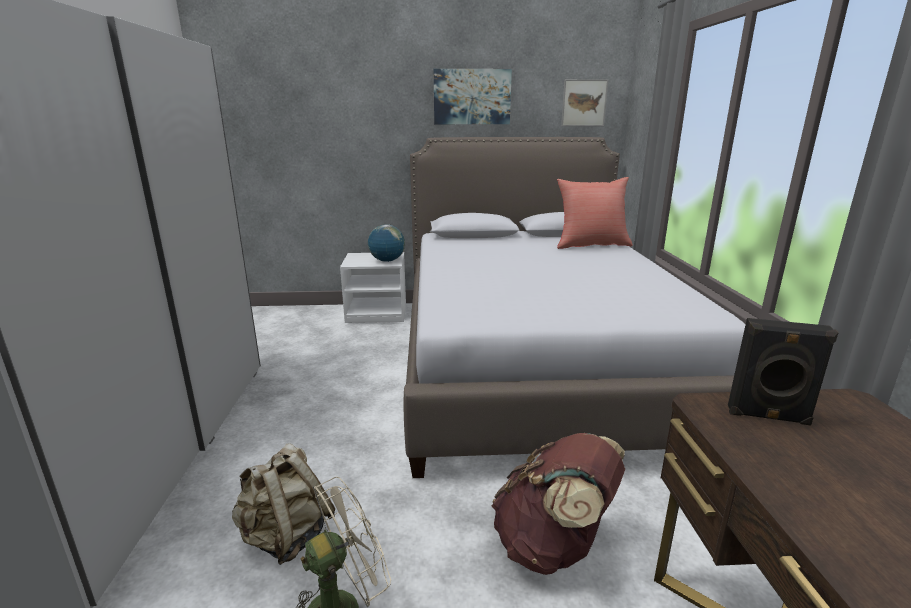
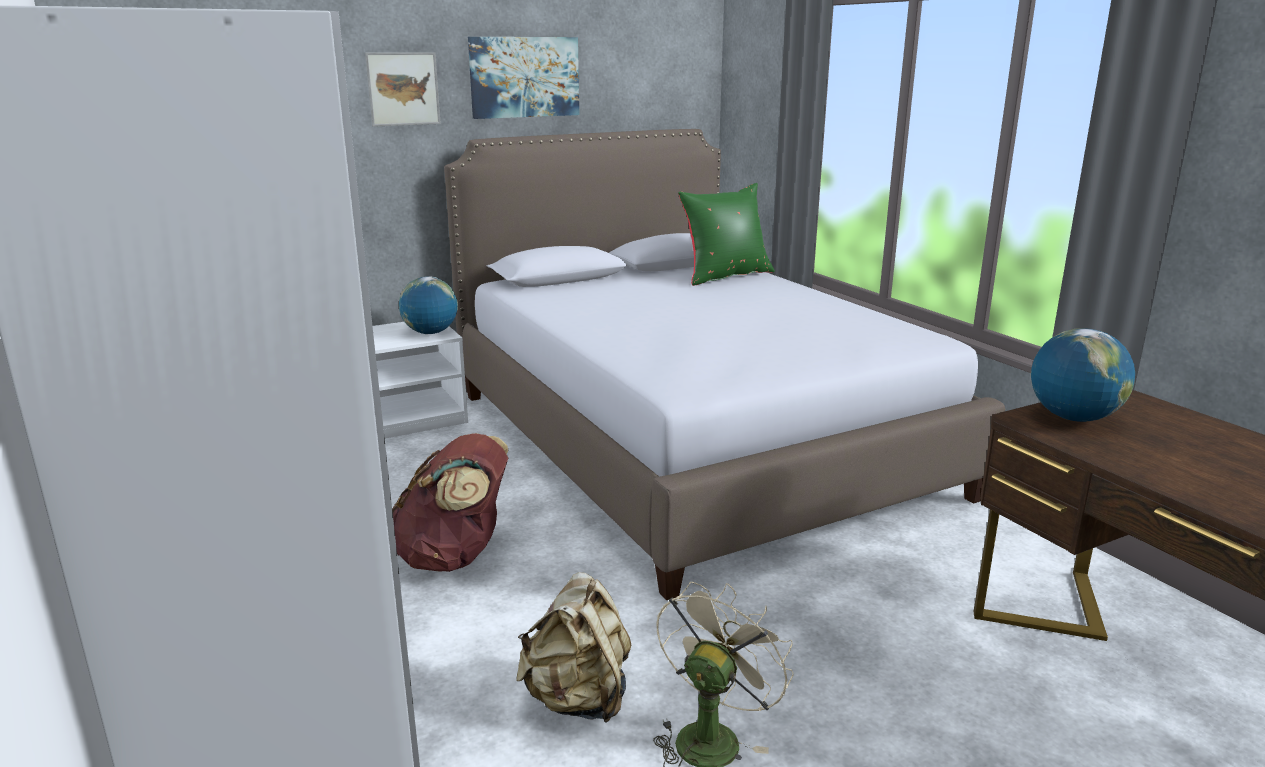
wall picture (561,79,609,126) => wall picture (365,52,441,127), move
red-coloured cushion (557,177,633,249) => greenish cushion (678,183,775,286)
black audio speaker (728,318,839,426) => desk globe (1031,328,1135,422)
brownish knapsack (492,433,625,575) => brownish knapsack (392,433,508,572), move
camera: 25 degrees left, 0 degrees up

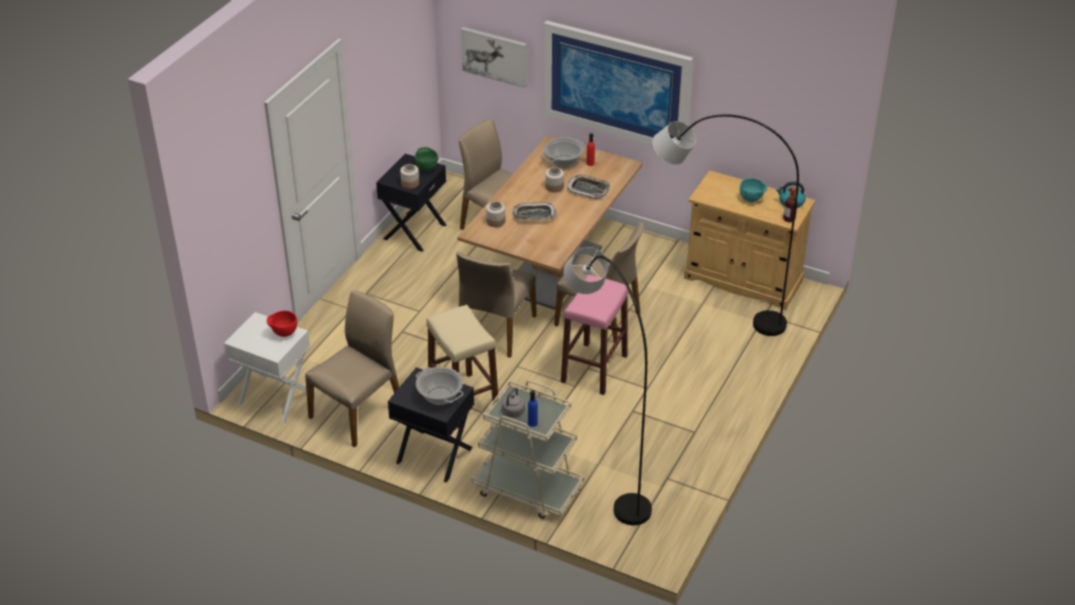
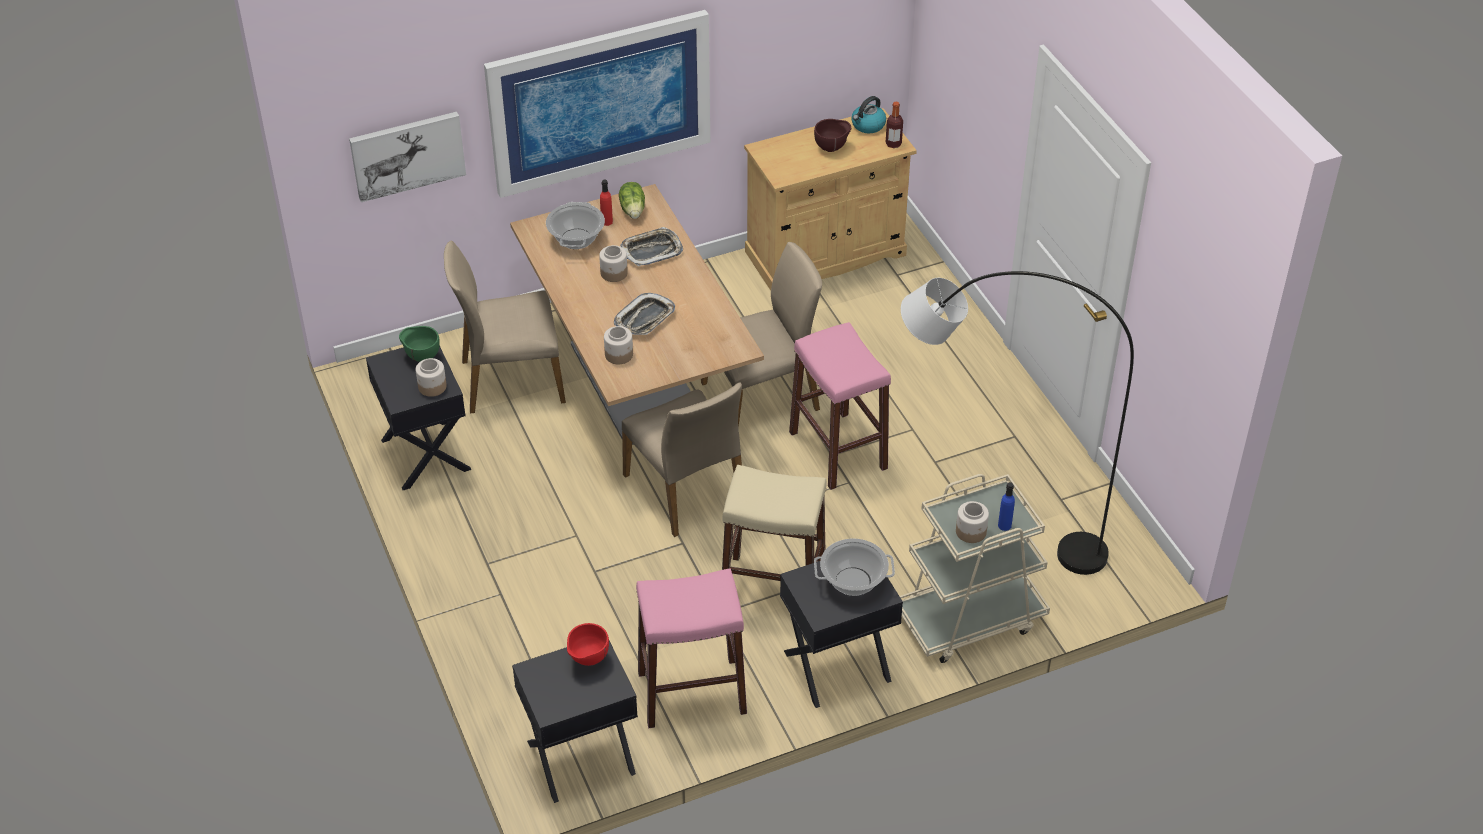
grey floor lamp (652,114,799,336) => nothing
turquoise deep dish (740,178,767,202) => brownish deep dish (814,119,851,152)
sand-coloured chair (305,290,399,447) => pink stool (636,568,747,728)
whitish nightstand (224,312,310,422) => black nightstand (512,640,638,803)
grey kettle (501,388,525,418) => jar (956,501,989,543)
nothing => lettuce (619,182,645,219)
camera: 50 degrees left, 5 degrees up

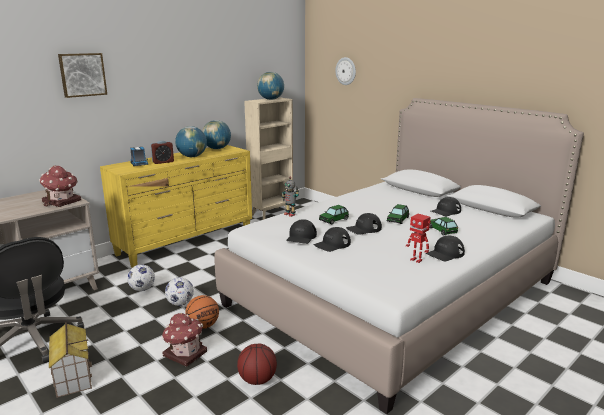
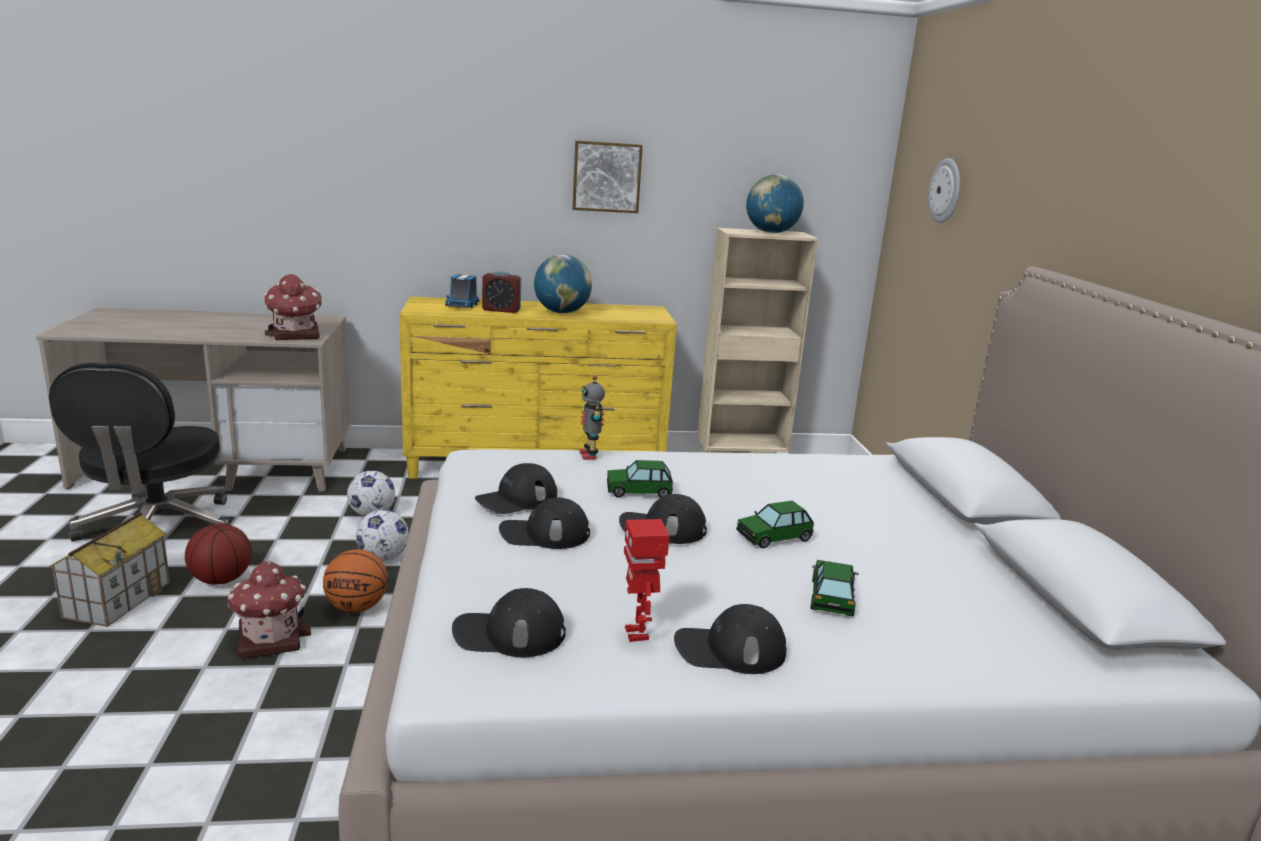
wall picture (58,53,107,98) => wall picture (573,140,643,213), move
desk globe (202,120,231,149) => nothing
black peaked cap (431,197,461,216) => black peaked cap (452,588,566,657), move
basketball (237,344,277,385) => basketball (185,524,252,585), move
camera: 35 degrees right, 0 degrees up

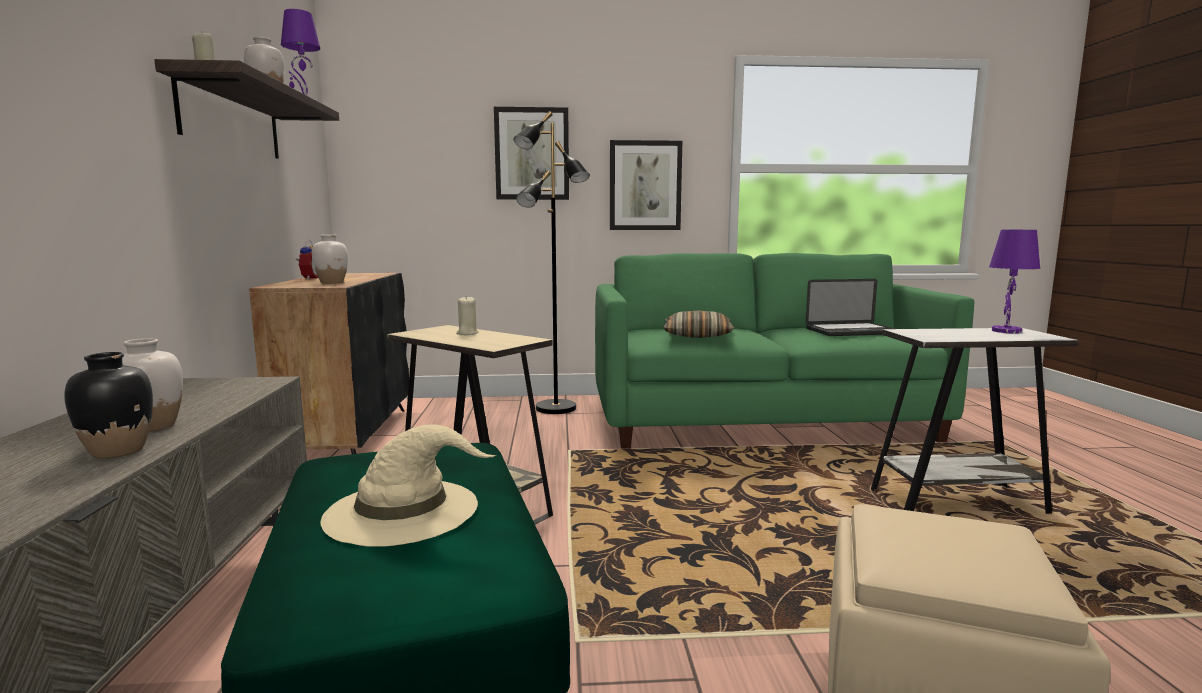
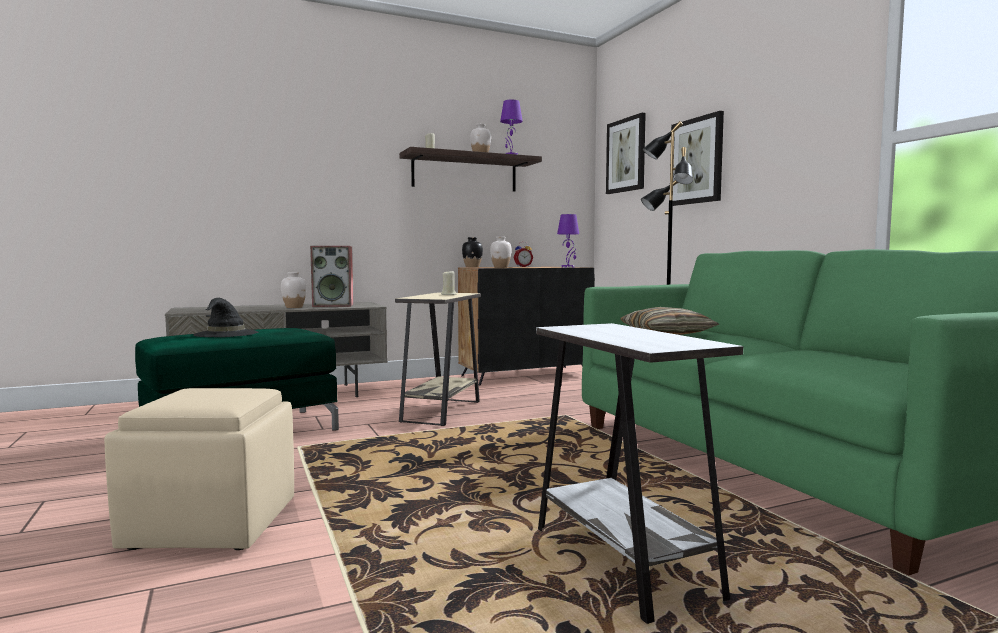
wall picture (610,140,682,230) => wall picture (606,113,646,194), move
purple-coloured lamp for a table (989,230,1040,334) => purple-coloured lamp for a table (557,214,579,267), move
portable computer (805,279,895,336) => nothing
black vase (64,352,153,458) => black vase (462,237,483,267), move
sand-coloured clothing hat (320,424,496,547) => black clothing hat (193,298,258,337)
nothing => audio speaker (310,246,354,307)
camera: 70 degrees right, 5 degrees down

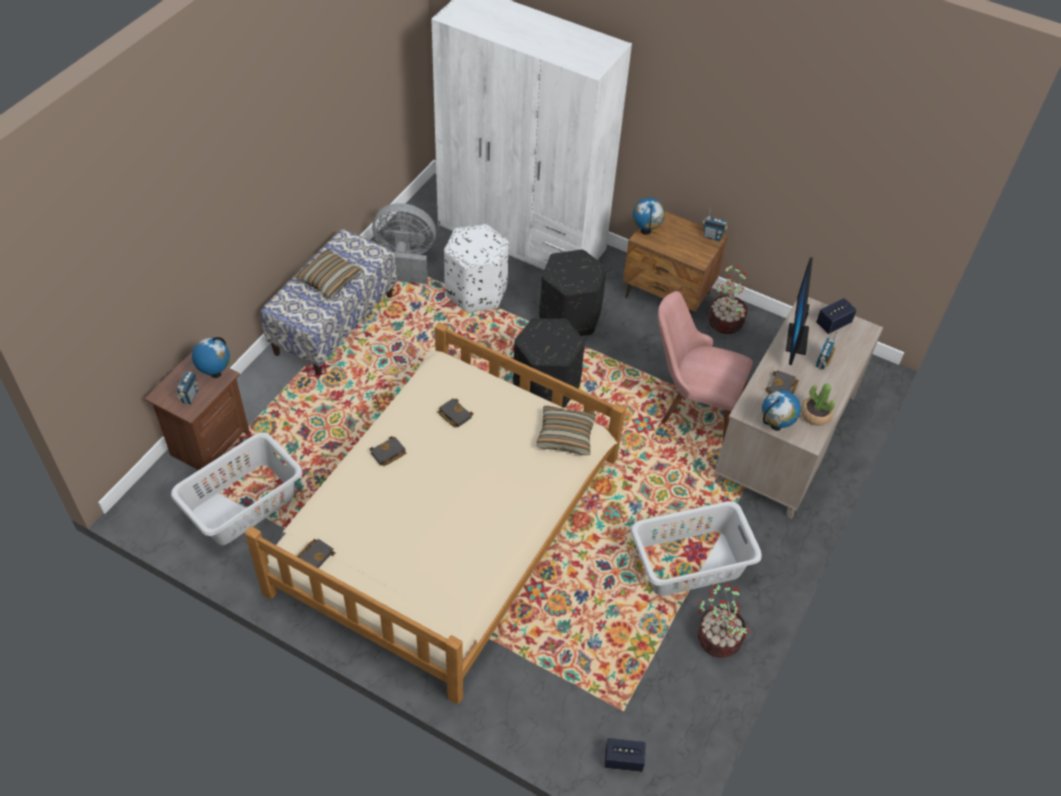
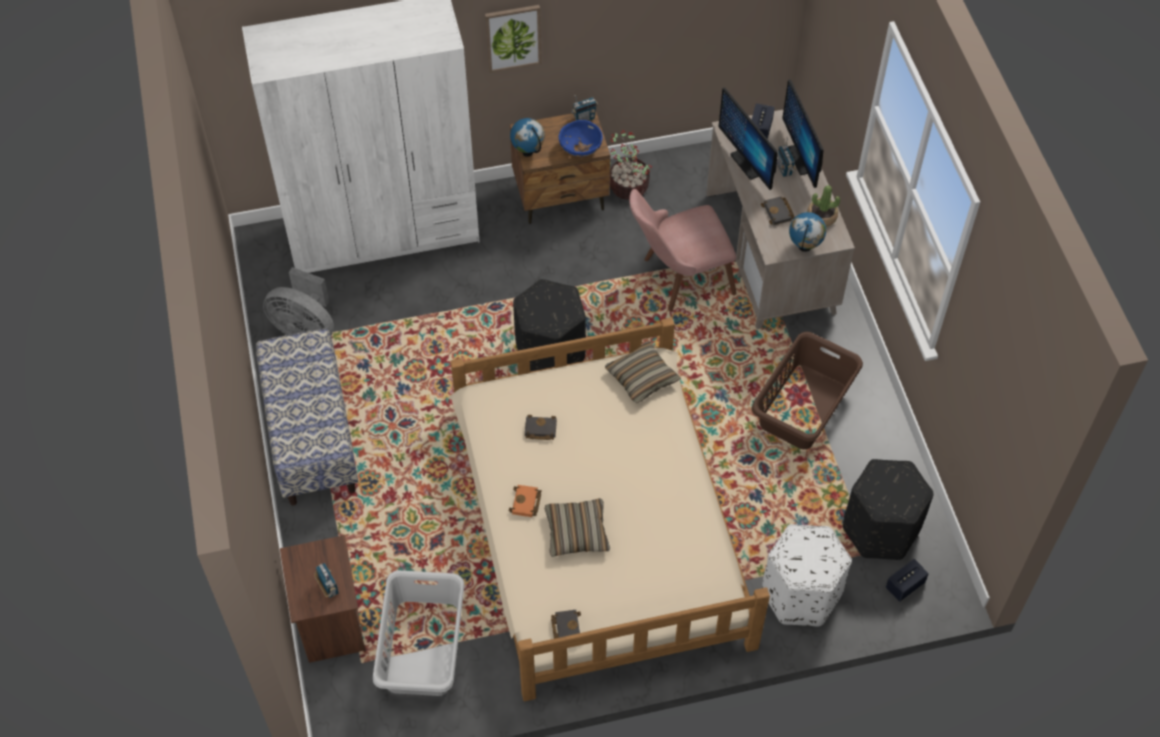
grey electric fan (372,203,436,284) => grey electric fan (263,267,334,335), 120 degrees counterclockwise
whitish ottoman (444,224,509,312) => whitish ottoman (762,524,852,626), move
cushion (294,250,363,299) => cushion (545,498,610,557), move
black ottoman (539,250,607,336) => black ottoman (843,459,933,560), move
desk globe (192,337,230,378) => nothing
black volume (370,436,406,466) => orangey volume (509,485,542,517)
grey hamper (630,501,762,596) => brownish hamper (751,332,863,450)
houseplant (698,584,750,658) => nothing
nothing => wall picture (485,5,542,73)
nothing => computer screen (782,79,824,188)
nothing => bluish deep dish (559,120,603,157)
camera: 40 degrees left, 5 degrees up

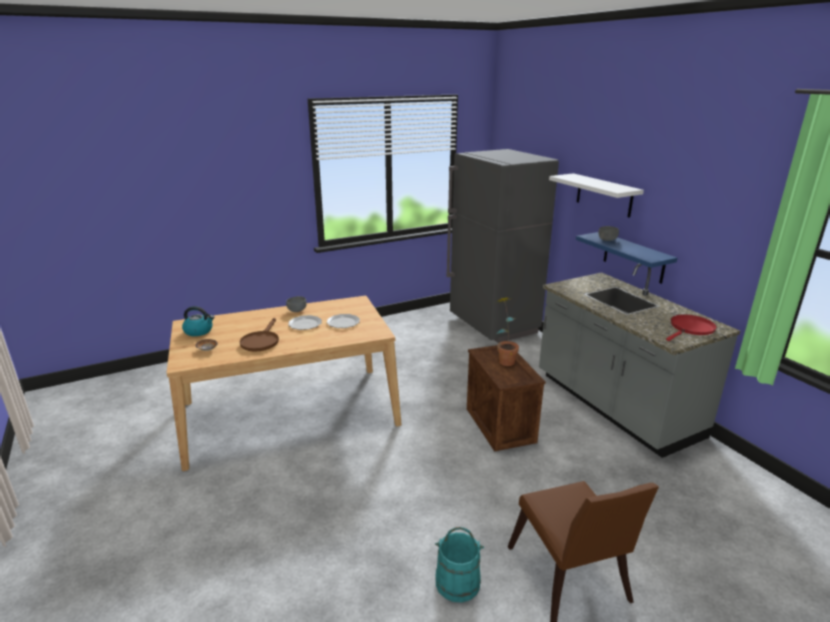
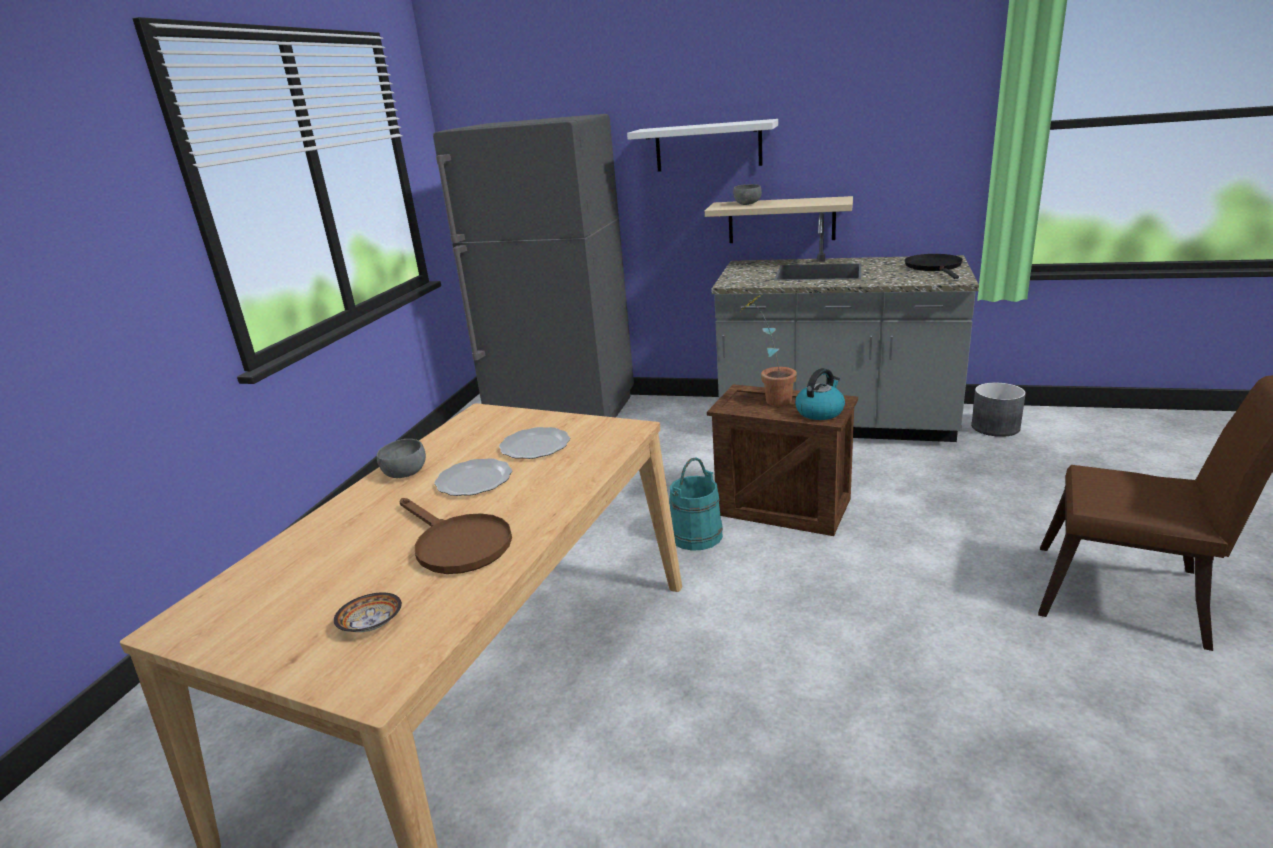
bluish wall shelf (576,232,677,284) => sand-coloured wall shelf (705,196,853,243)
kettle (182,306,214,336) => kettle (795,368,845,420), move
red-coloured pan (666,314,717,341) => black pan (905,254,963,279)
turquoise bucket (435,527,484,602) => turquoise bucket (669,457,723,551), move
nothing => grey planter (971,383,1026,437)
camera: 45 degrees left, 0 degrees up

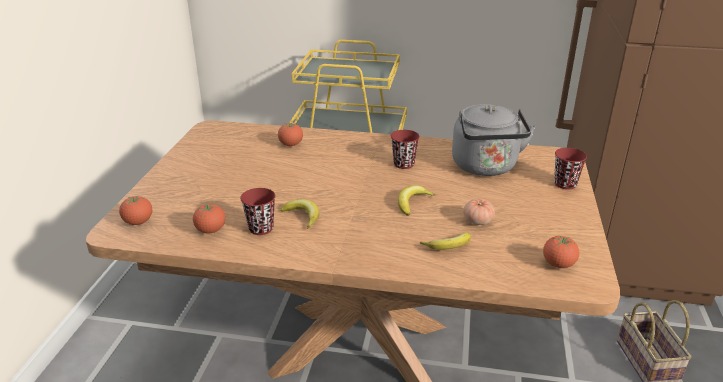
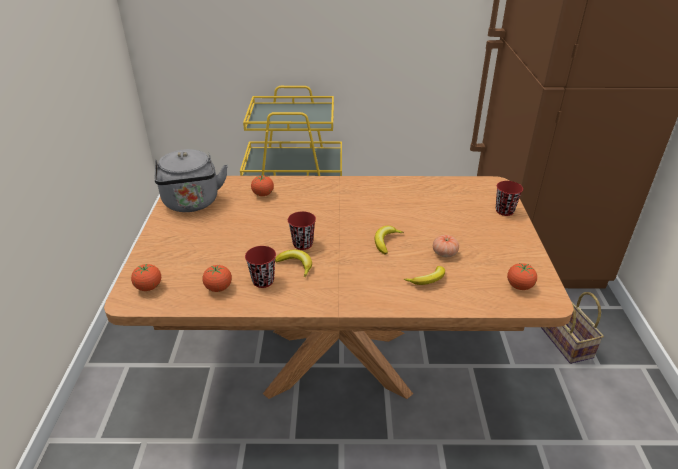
grey kettle (452,104,536,176) => grey kettle (155,149,228,212), move
red-coloured small cup (391,130,420,169) => red-coloured small cup (288,211,316,250), move
camera: 10 degrees left, 5 degrees up

